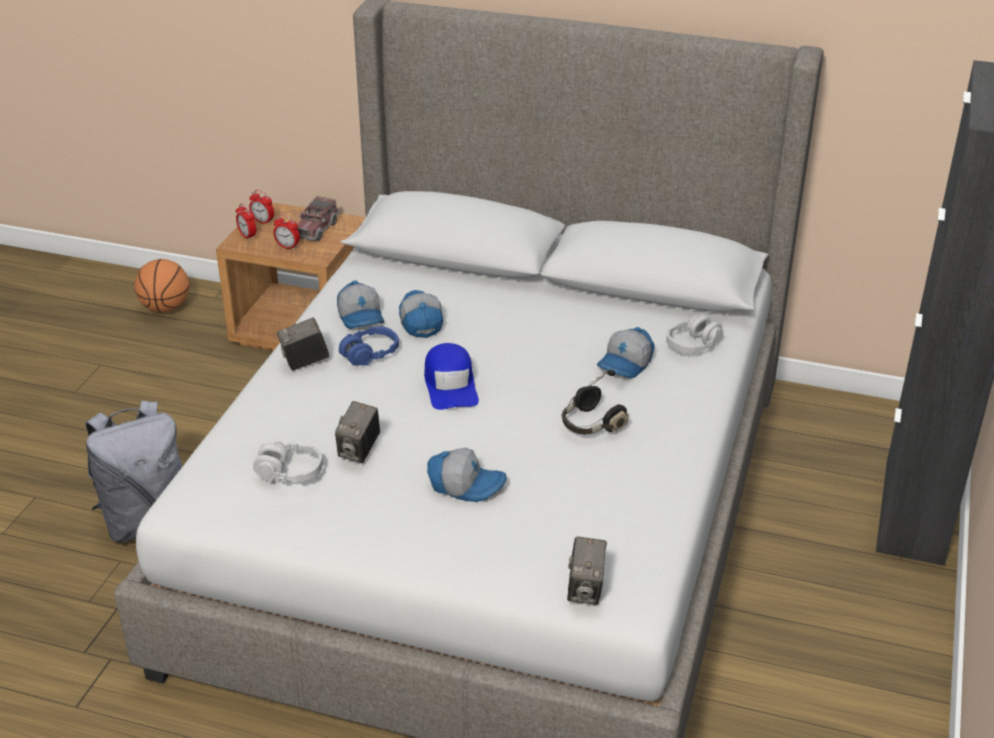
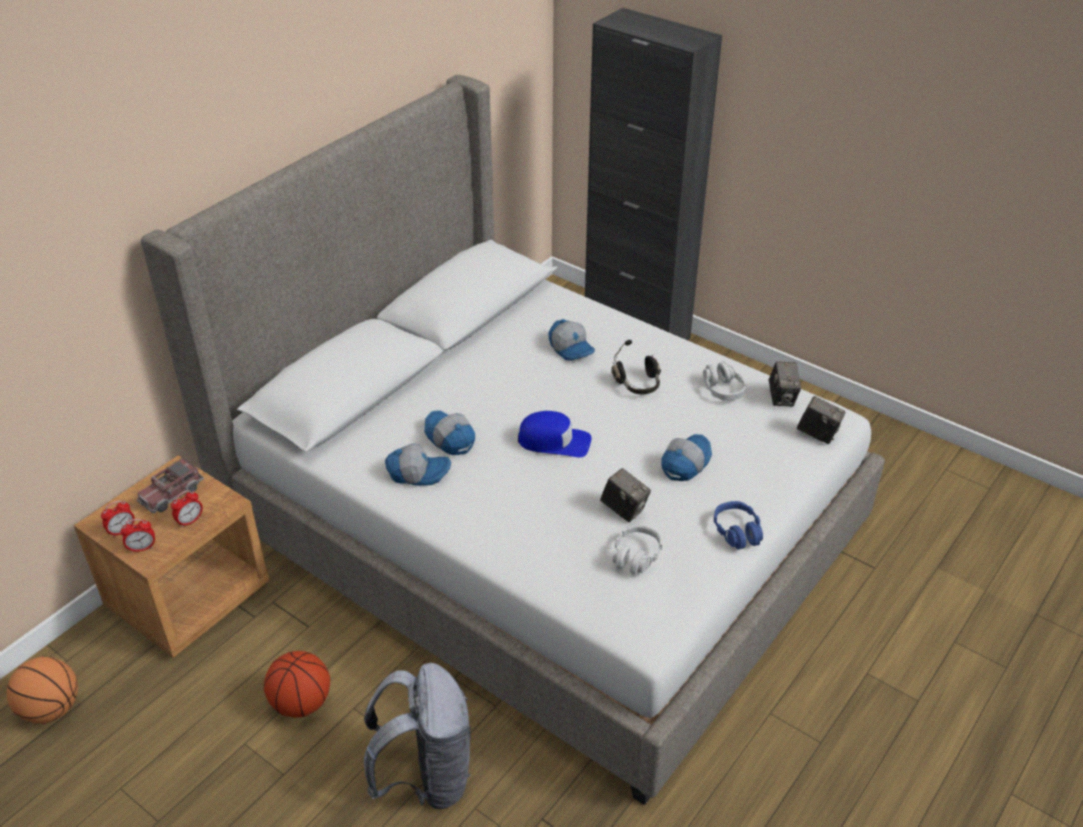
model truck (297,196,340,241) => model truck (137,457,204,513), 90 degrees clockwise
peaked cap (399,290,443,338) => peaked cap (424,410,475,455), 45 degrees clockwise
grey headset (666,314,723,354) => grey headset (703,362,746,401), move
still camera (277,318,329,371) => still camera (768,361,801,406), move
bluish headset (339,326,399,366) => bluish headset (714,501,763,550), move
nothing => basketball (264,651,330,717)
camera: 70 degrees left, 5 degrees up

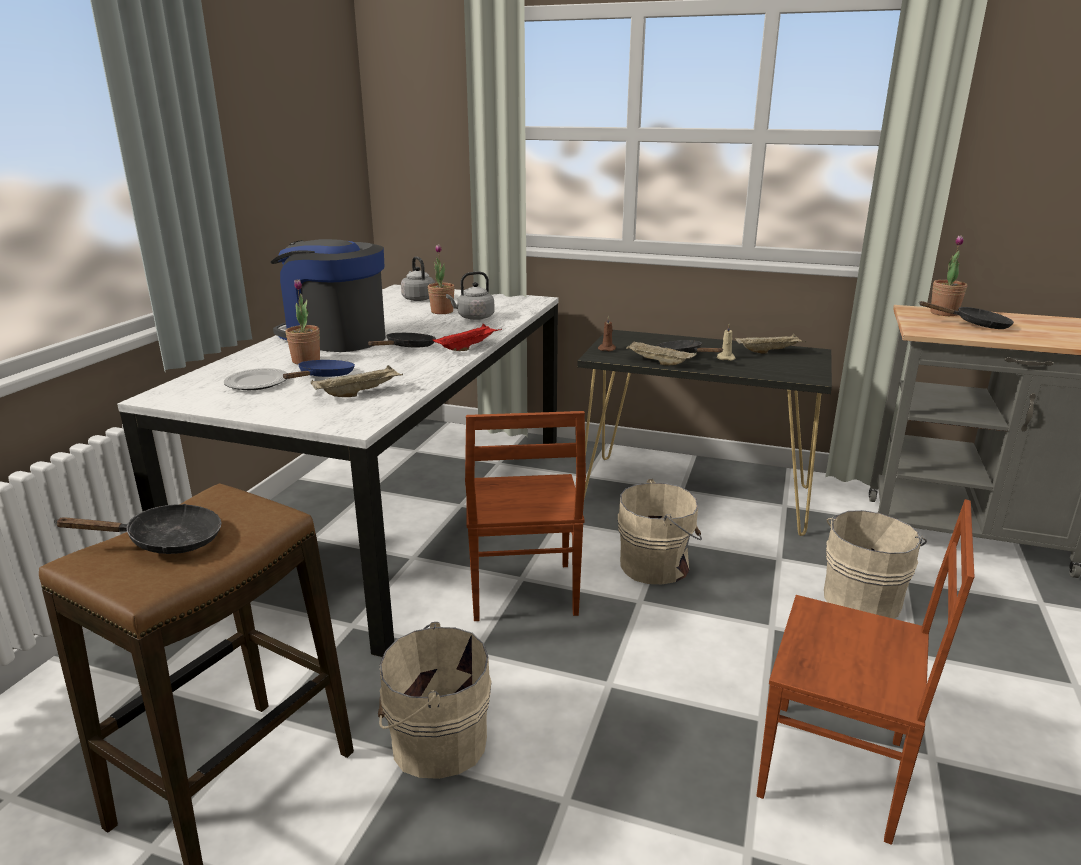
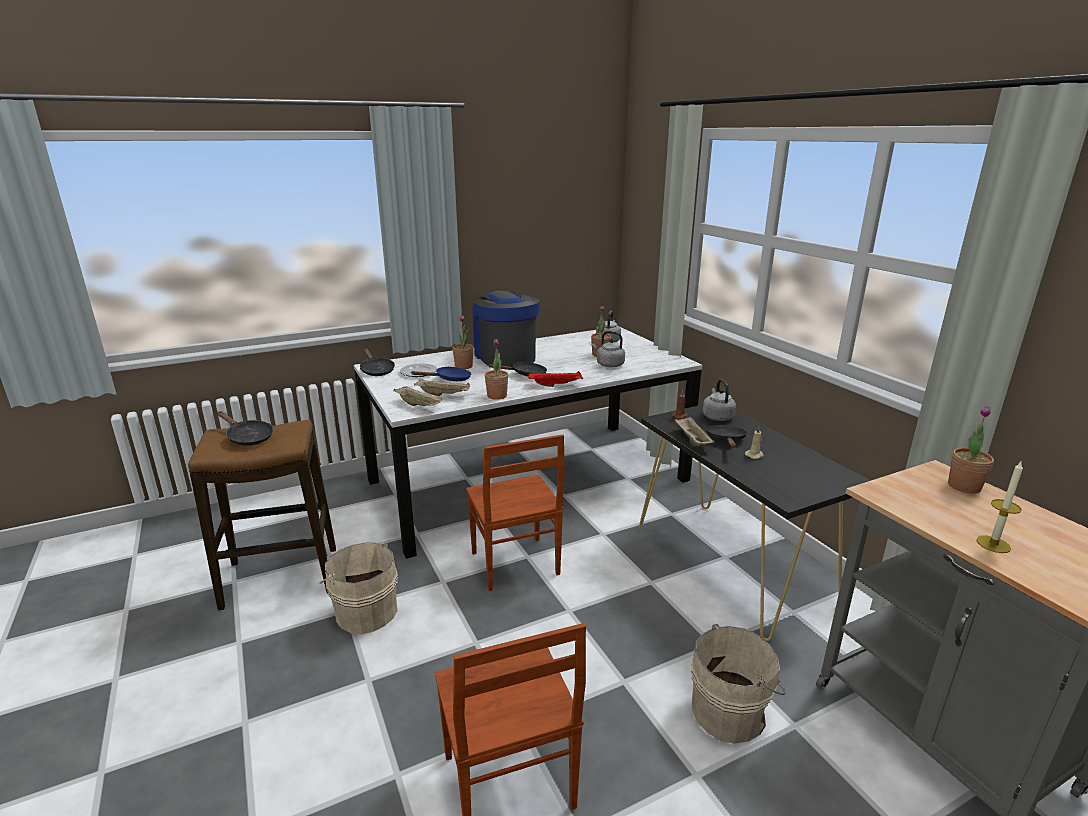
black pan (919,301,1014,329) => black pan (360,348,395,376), move
sand-coloured tray (735,334,806,354) => sand-coloured tray (394,386,443,406), move
brownish chair (465,411,586,621) => brownish chair (466,434,565,591), 60 degrees counterclockwise
sand-coloured bucket (618,479,702,584) => nothing
nothing => houseplant (485,339,508,400)
nothing => grey kettle (703,379,736,421)
nothing => wax candle (976,462,1023,553)
camera: 45 degrees right, 0 degrees up

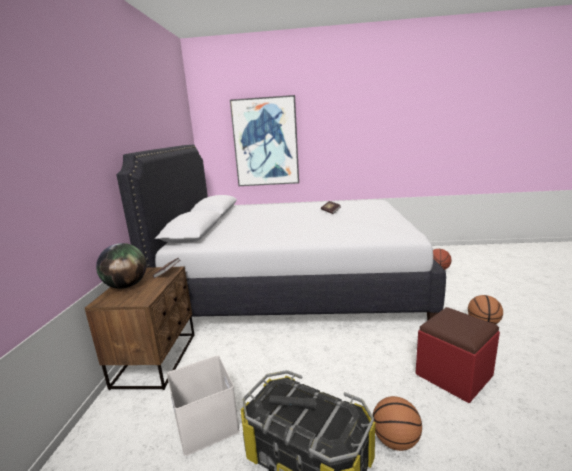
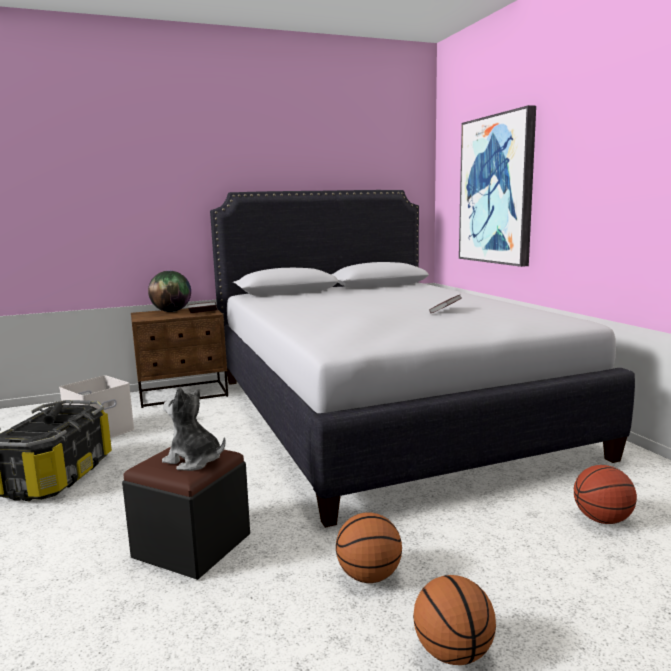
red-coloured ottoman (416,307,500,403) => black ottoman (122,447,250,580)
basketball (373,396,422,451) => basketball (413,575,496,665), move
nothing => soft toy (162,387,226,471)
camera: 65 degrees right, 5 degrees down

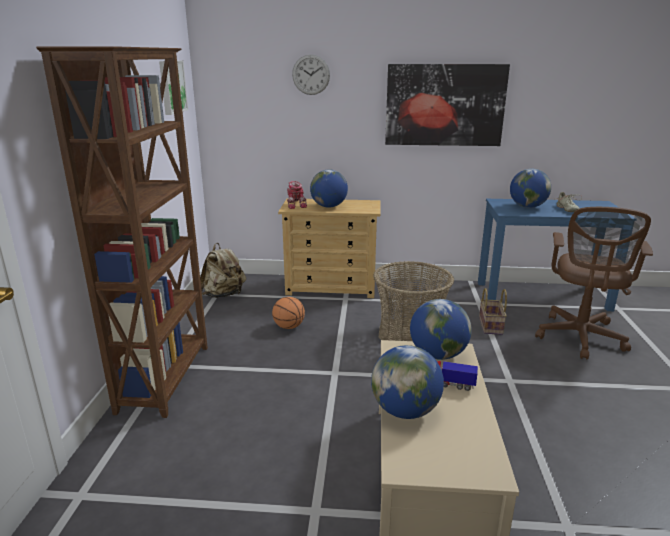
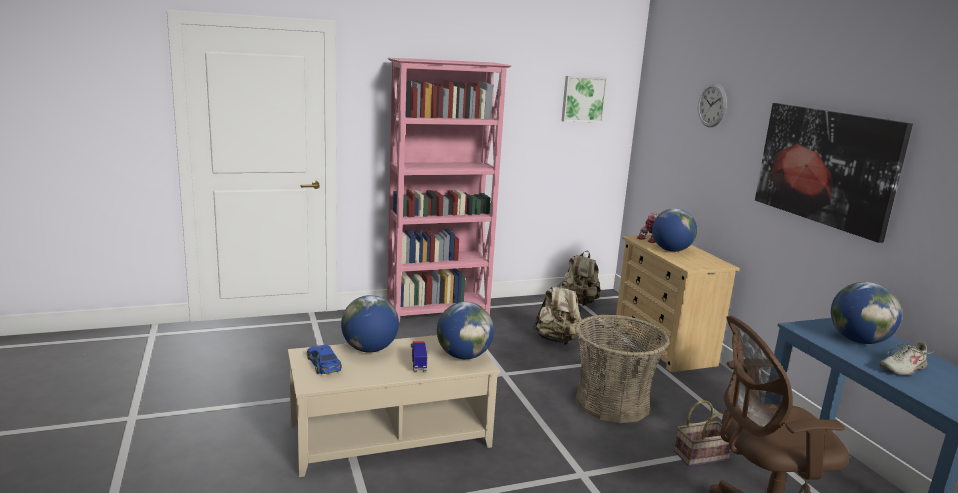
brownish bookshelf (36,46,208,418) => pink bookshelf (387,58,512,322)
basketball (272,297,305,329) => sand-coloured knapsack (533,281,583,345)
nothing => toy car (307,345,342,374)
camera: 65 degrees right, 5 degrees down

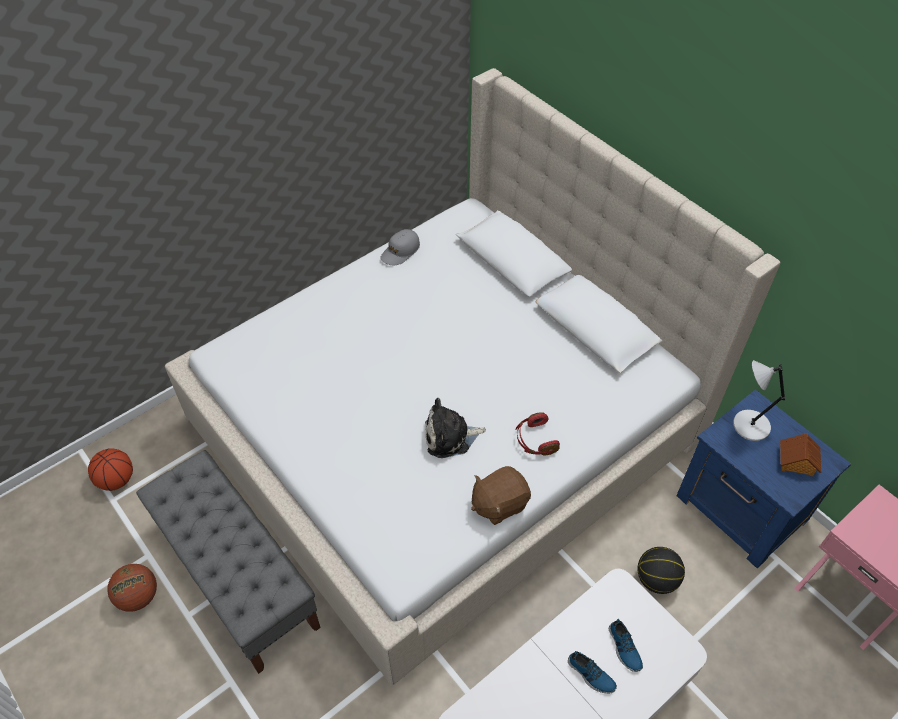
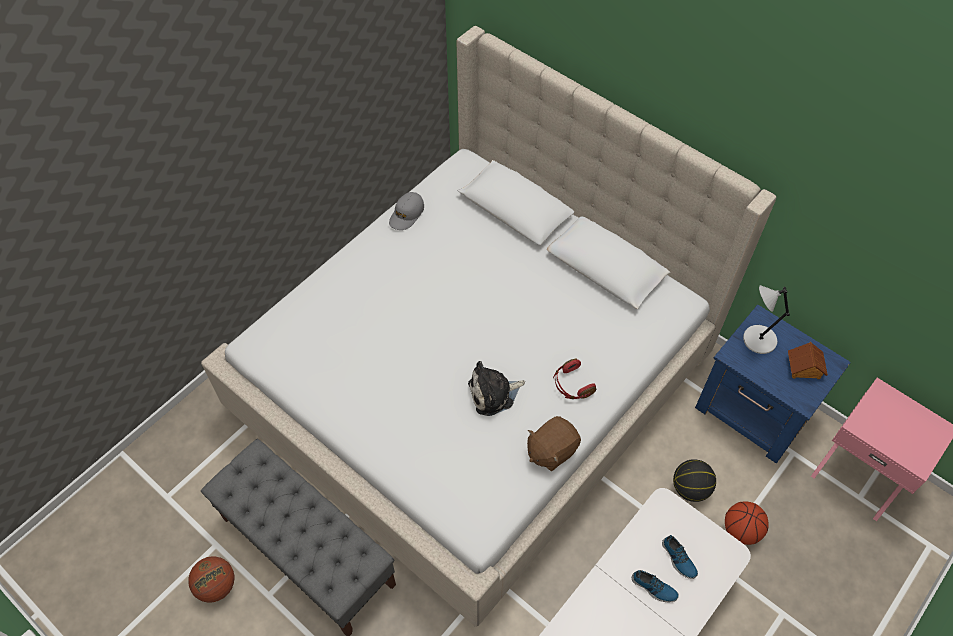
basketball (88,448,133,491) => basketball (725,502,769,545), move
camera: 10 degrees left, 5 degrees up

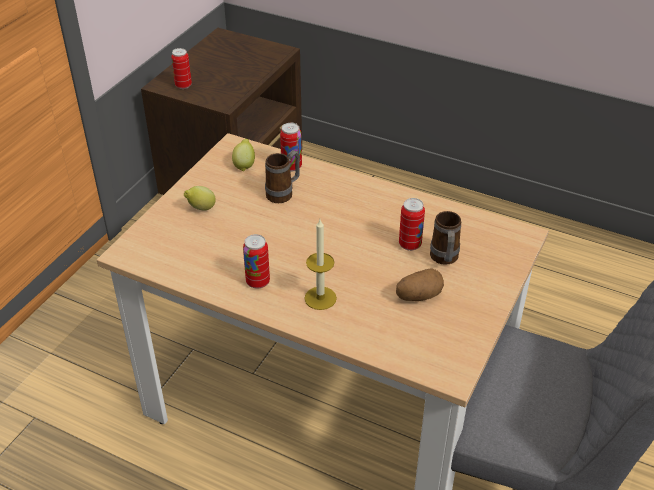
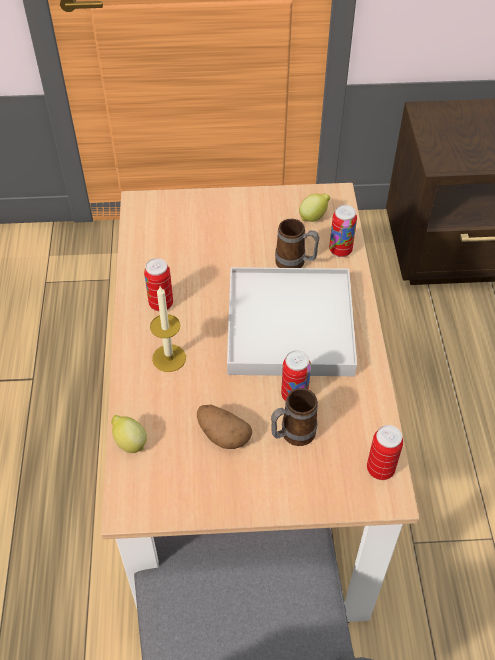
can (171,48,192,89) => can (367,425,403,480), move
citrus fruit (184,186,216,211) => citrus fruit (111,415,147,453), move
nothing => whitish tray (227,267,357,376)
camera: 60 degrees right, 10 degrees up

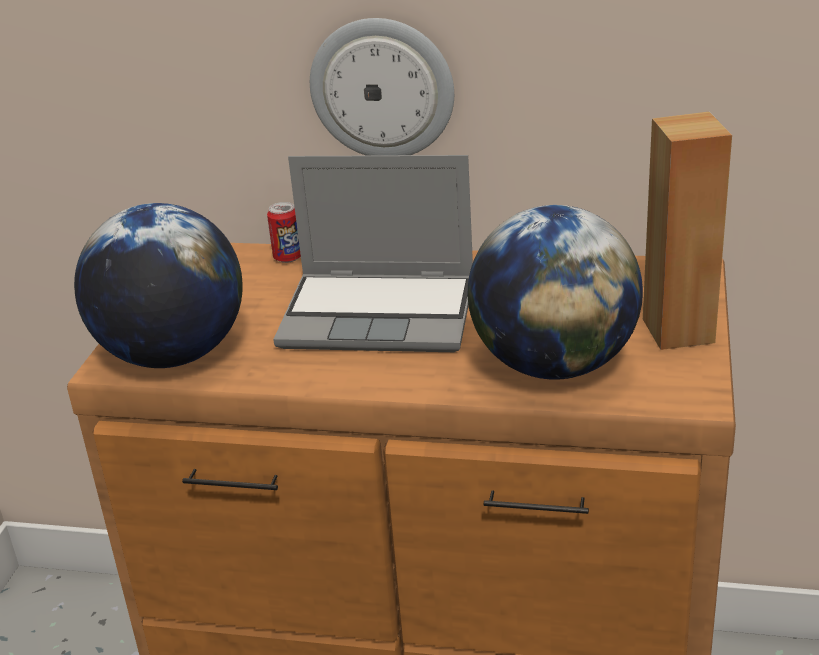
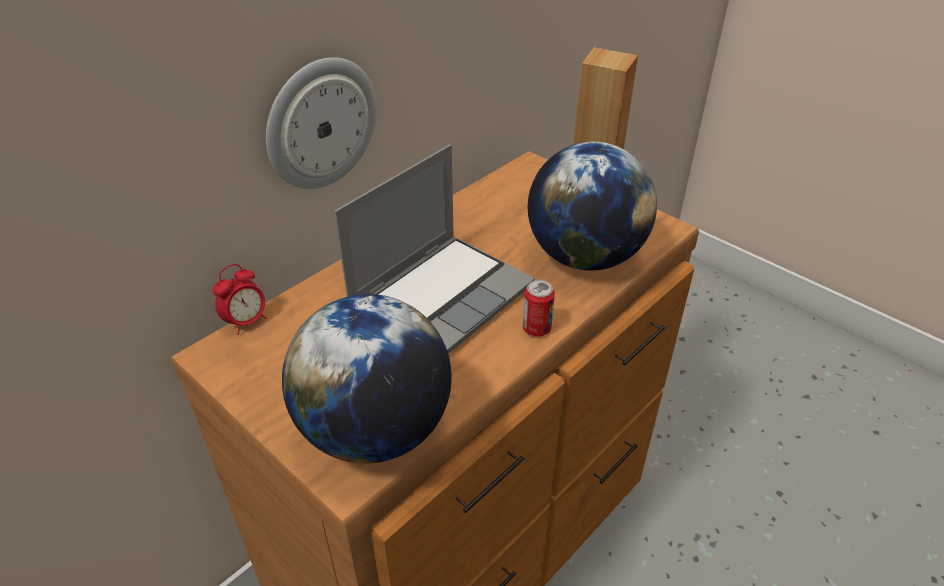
can (267,202,301,263) => can (523,280,555,337), move
nothing => bedside clock (213,264,267,335)
camera: 60 degrees left, 10 degrees up

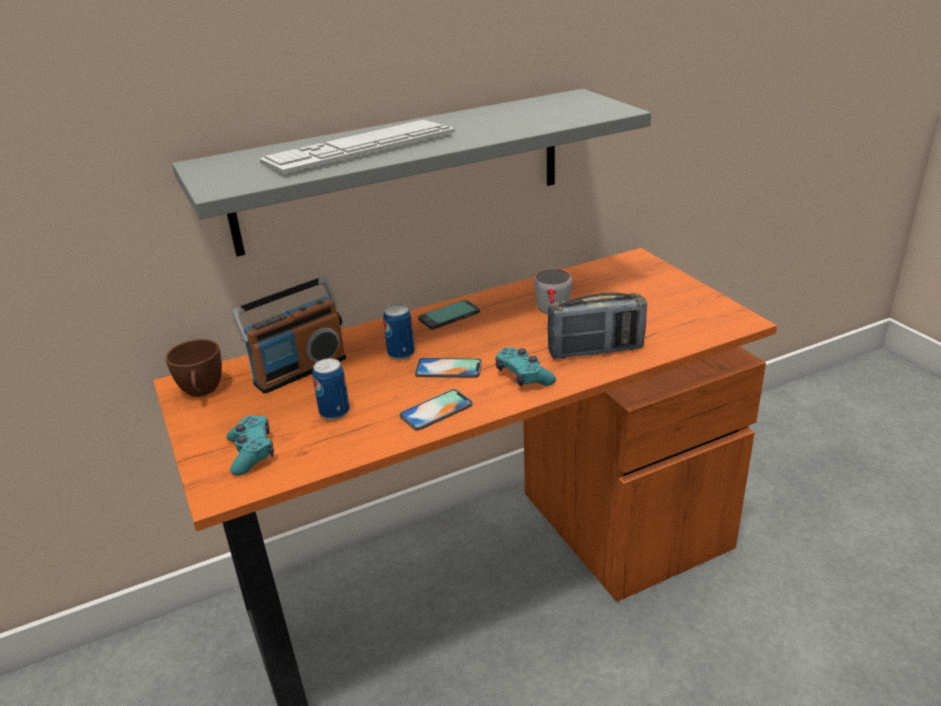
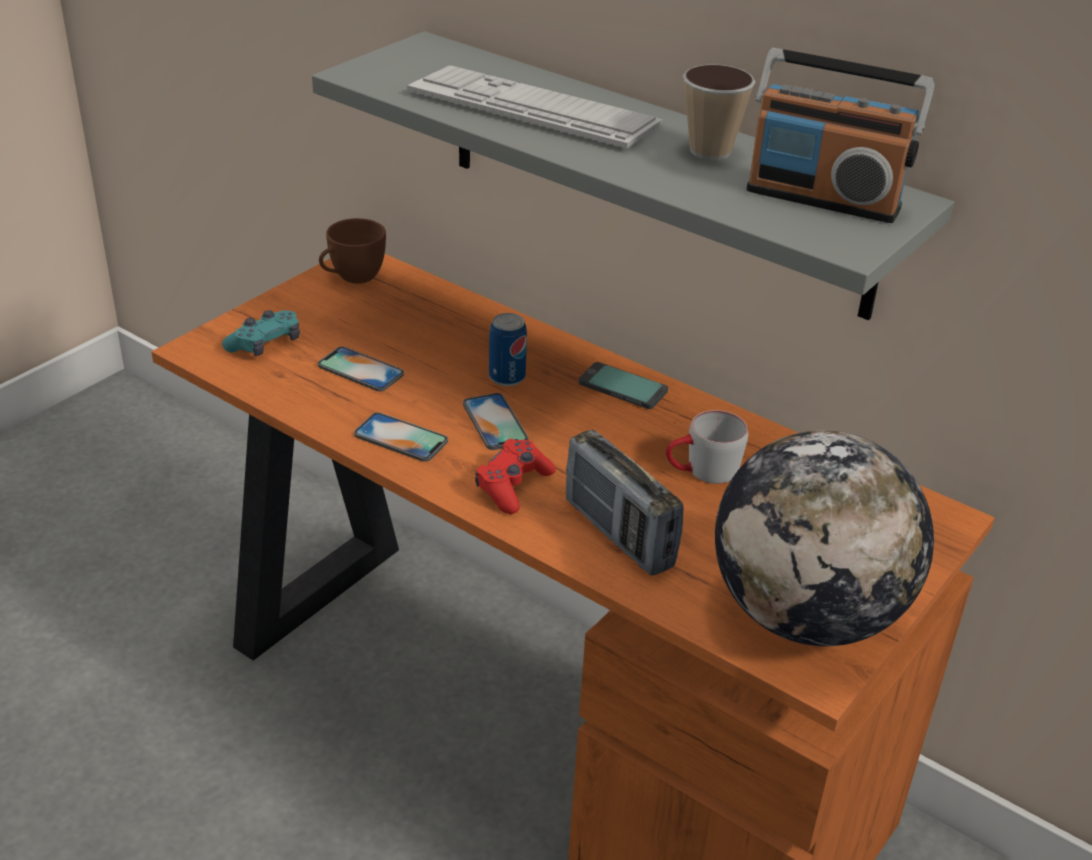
radio receiver (231,276,346,394) => radio receiver (746,48,935,223), move
turquoise joypad (496,347,556,386) => red-coloured joypad (475,439,556,514)
can (312,358,350,420) => phone (318,347,404,391)
nothing => small cup (683,65,755,160)
nothing => desk globe (715,430,934,646)
camera: 60 degrees right, 5 degrees up

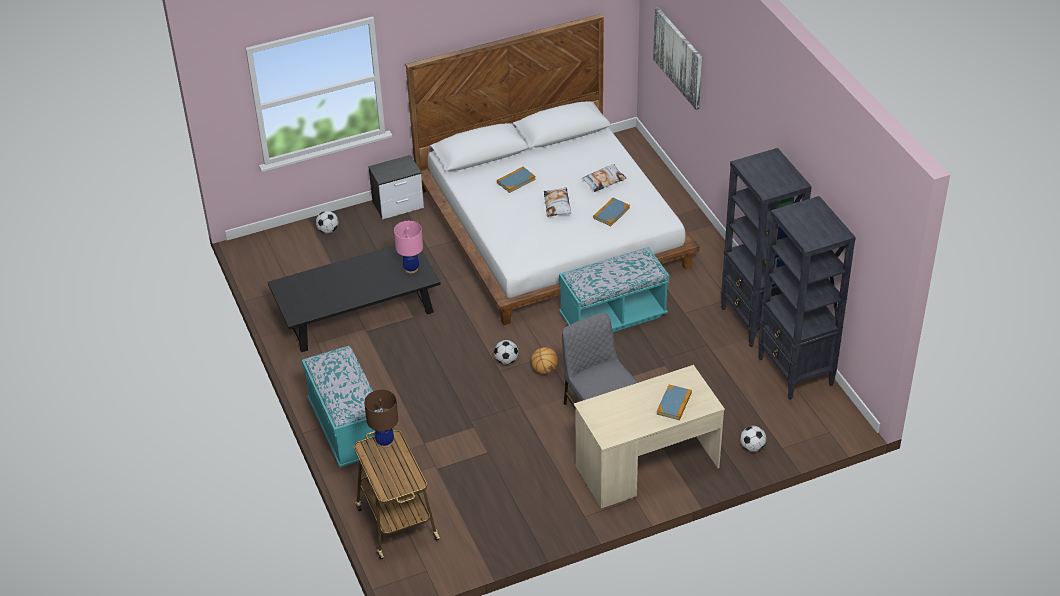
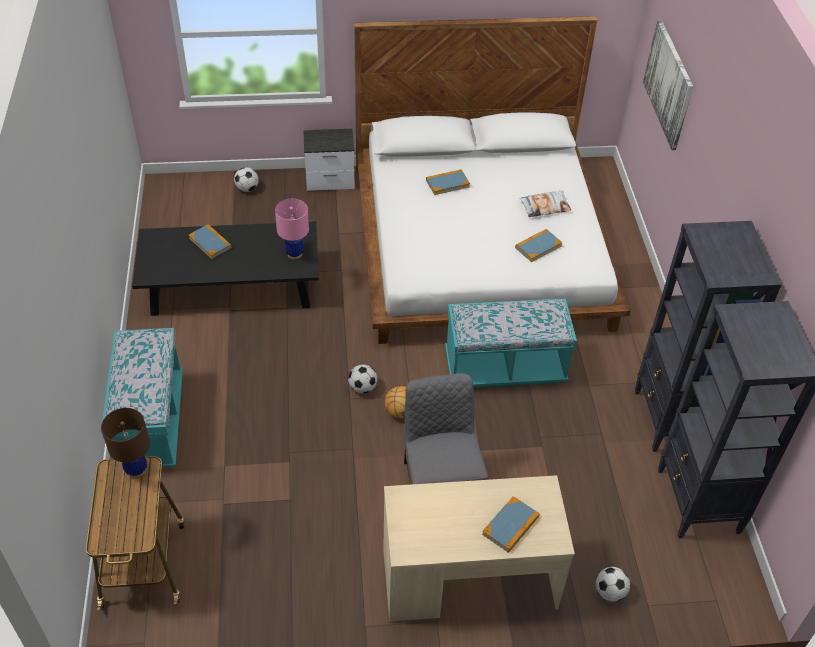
cushion (544,187,571,217) => nothing
nothing => volume (189,224,232,259)
camera: 15 degrees right, 5 degrees up

